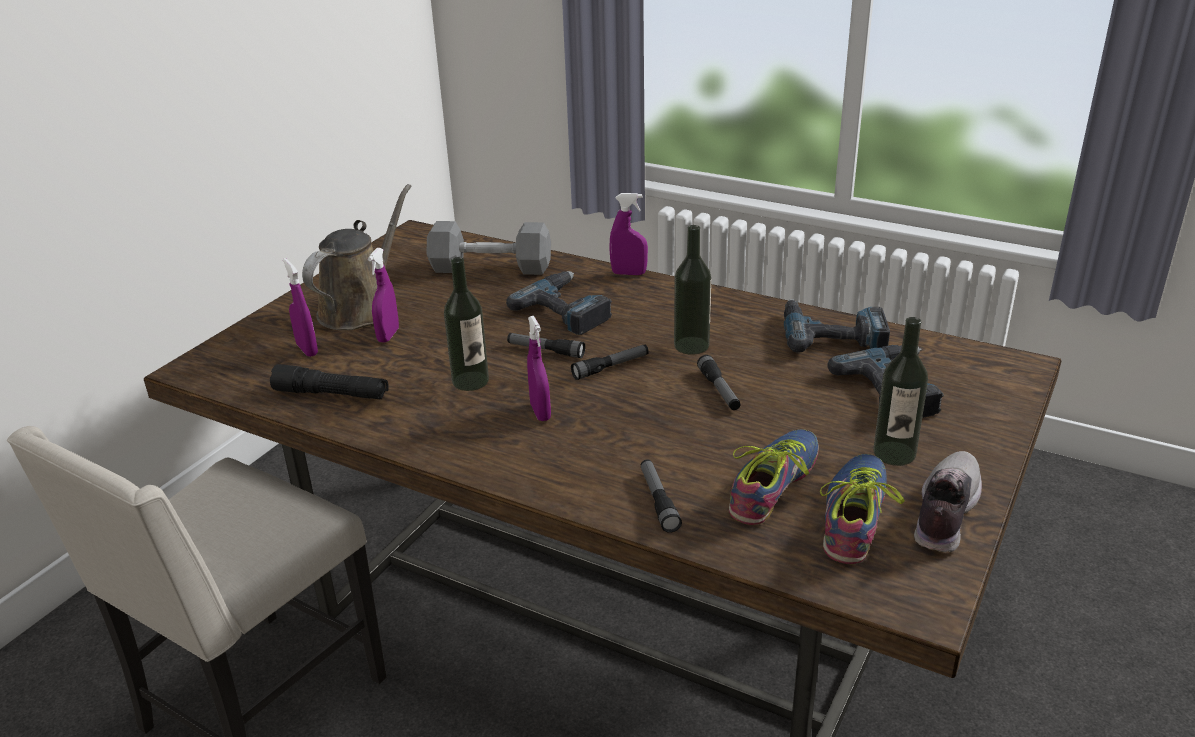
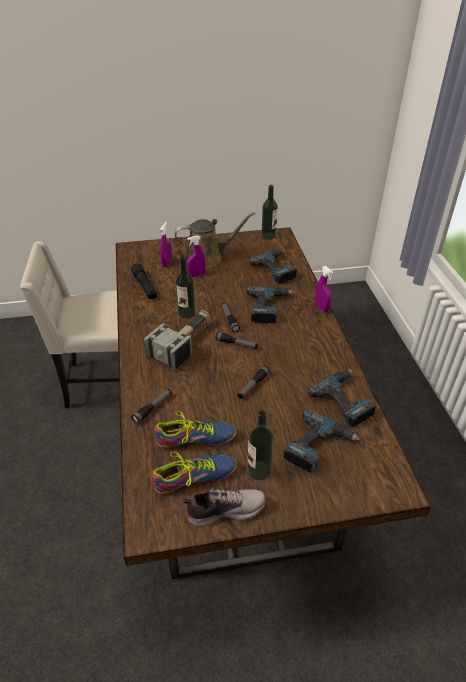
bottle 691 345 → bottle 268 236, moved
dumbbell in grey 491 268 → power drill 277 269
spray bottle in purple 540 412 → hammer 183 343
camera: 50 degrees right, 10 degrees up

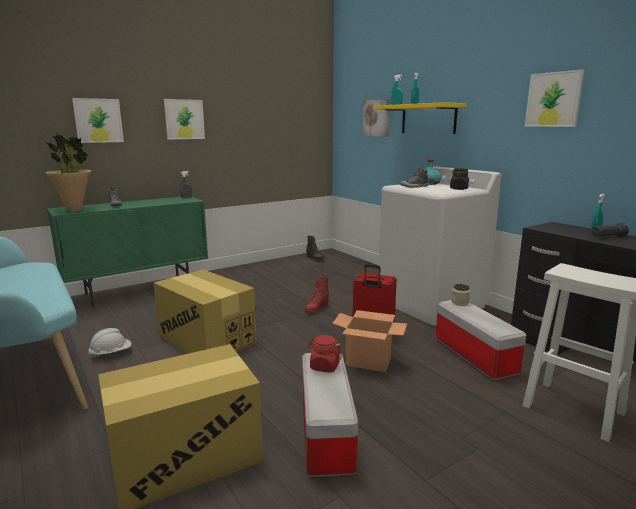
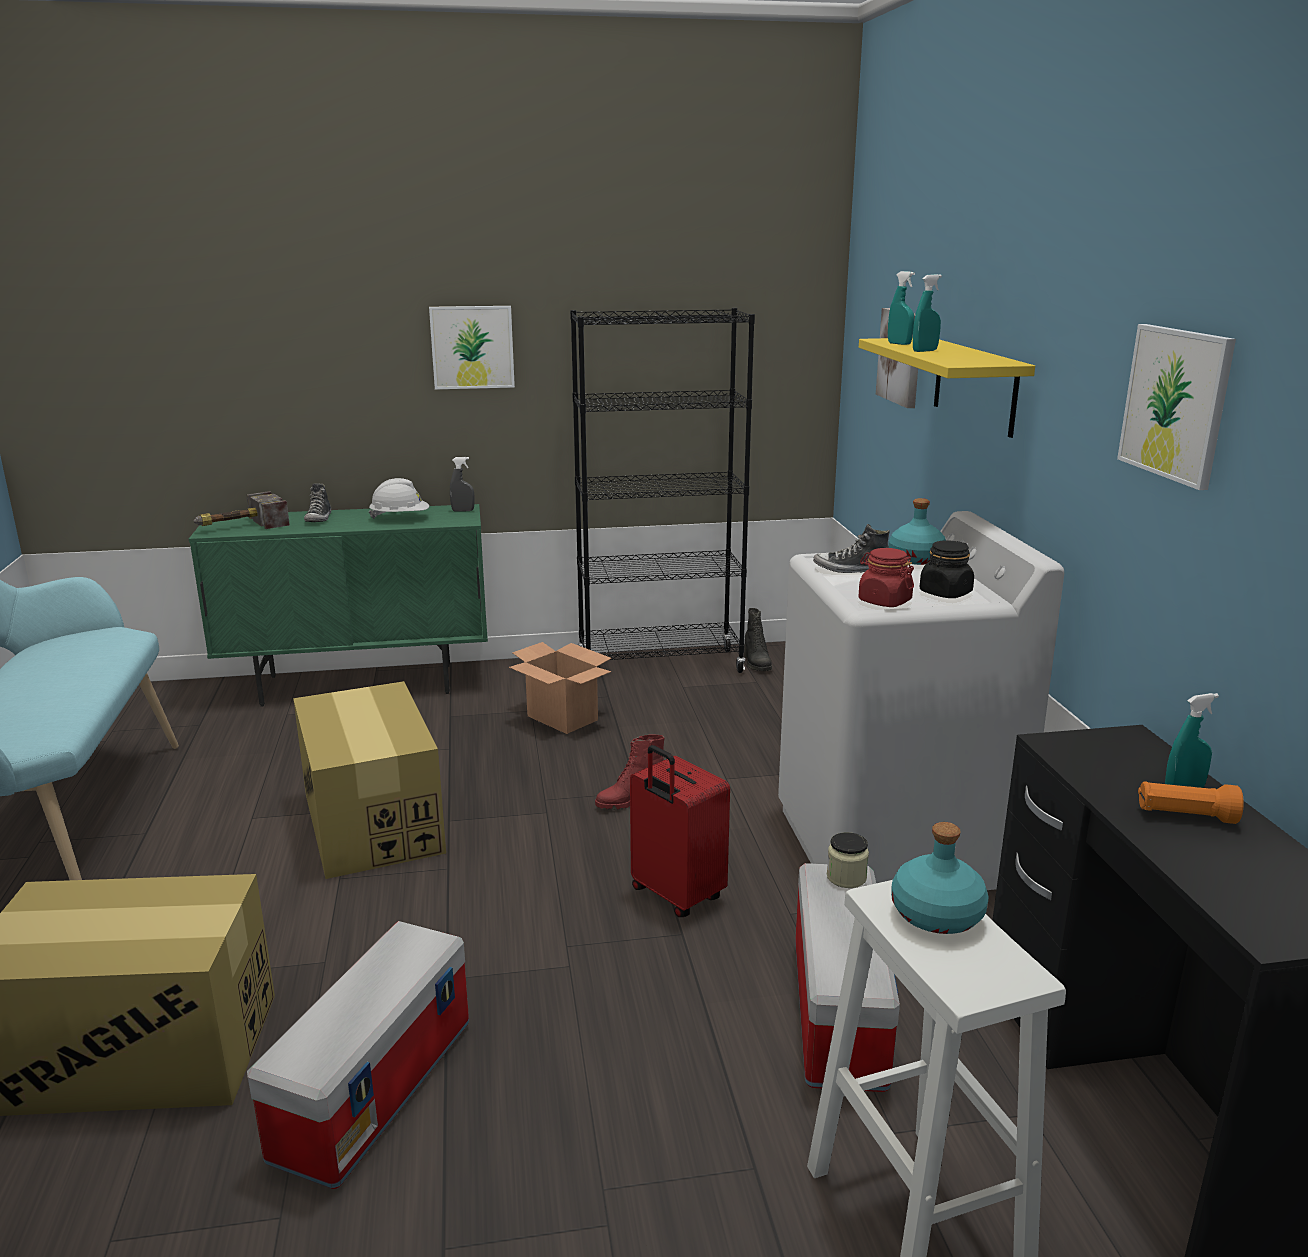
picture 98 120 → -
- → bookcase in black 660 666
- → bottle in turquoise 935 914
hard hat in white 111 353 → hard hat in white 400 518, moved
jar in red 324 366 → jar in red 884 601, moved
cardboard box 369 361 → cardboard box 563 718, moved
potted plant 75 210 → hammer 239 526
flashlight in black 608 237 → flashlight in orange 1185 816
camera: 25 degrees right, 5 degrees up

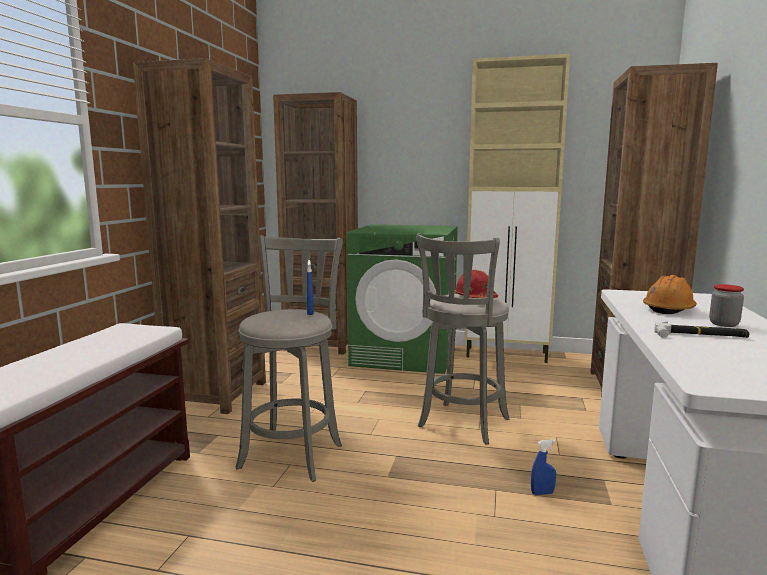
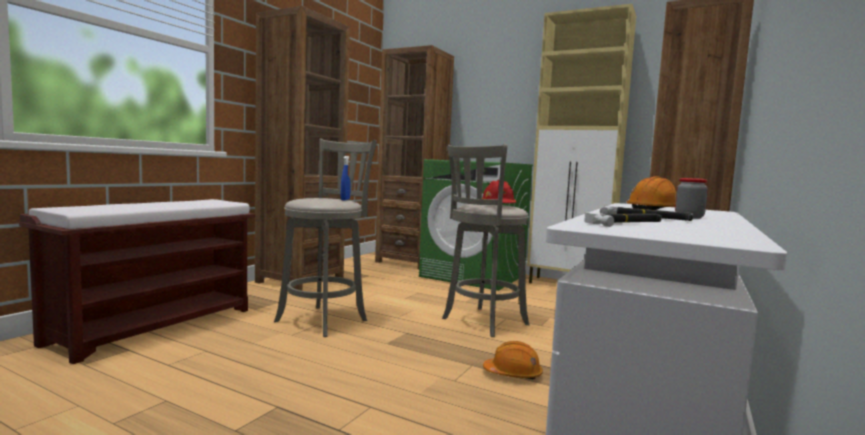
- → hammer 625 223
spray bottle in blue 542 493 → hard hat in orange 513 374
camera: 15 degrees right, 5 degrees down

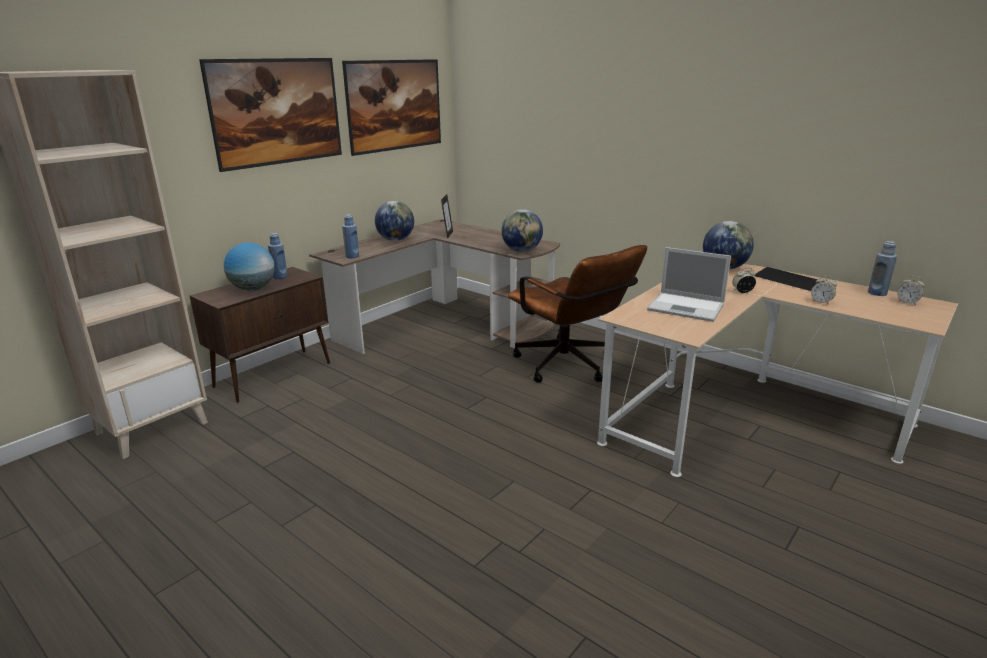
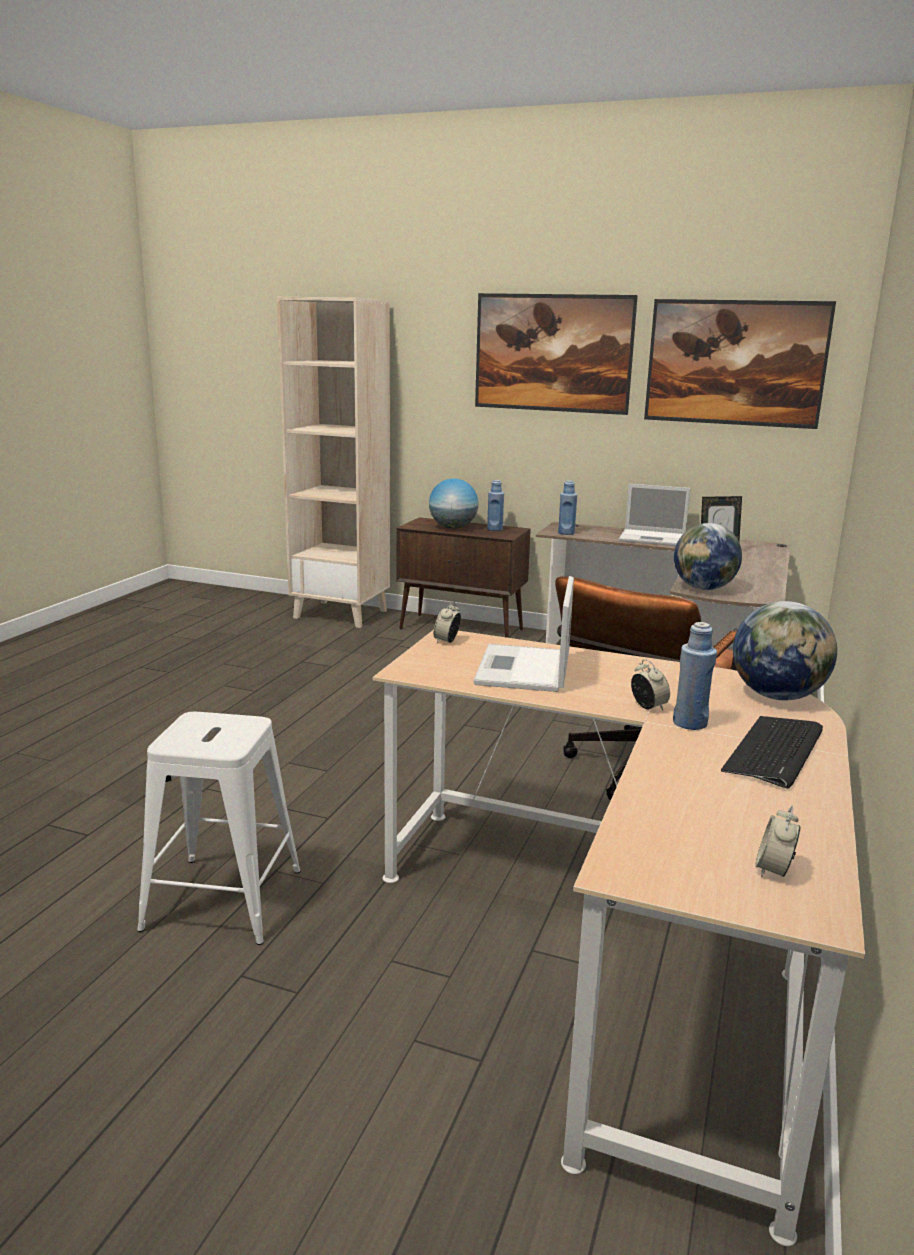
- → stool in white 223 900
alarm clock 821 302 → alarm clock 447 641, moved
bottle in blue 877 293 → bottle in blue 690 723, moved
globe 395 240 → laptop 654 538
camera: 70 degrees right, 5 degrees down

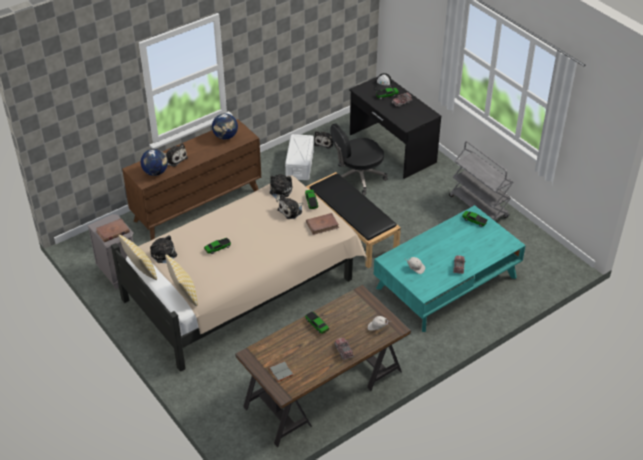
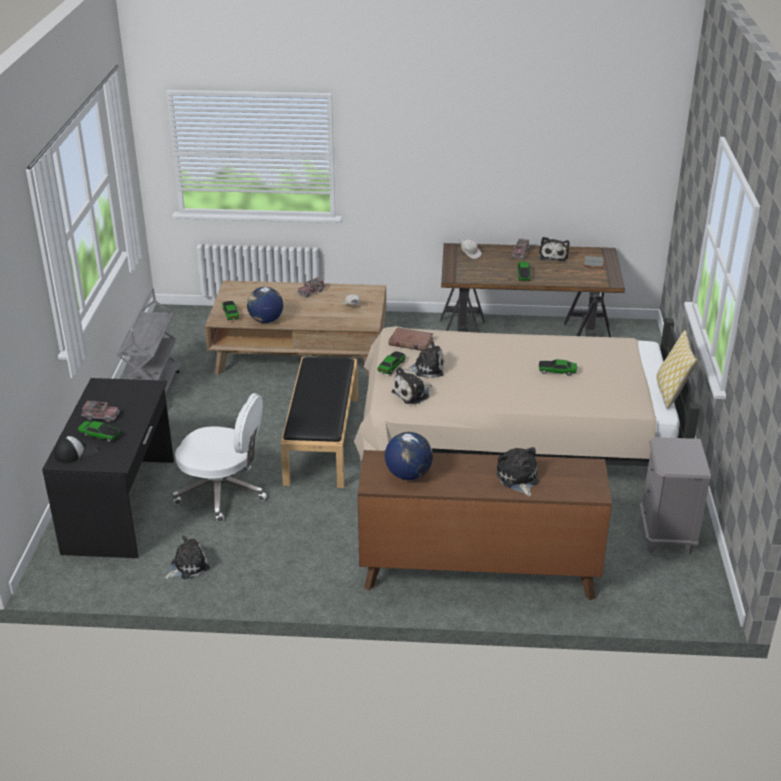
book in brown 113 232 → -
pillow 184 294 → -
storage box in white 300 164 → -
globe 155 172 → globe 266 320, moved
plush toy 164 255 → plush toy 553 256, moved
office chair in black 357 177 → office chair in white 223 492
coffee table in turquoise 447 282 → coffee table in brown 300 352
camera: 140 degrees left, 10 degrees down

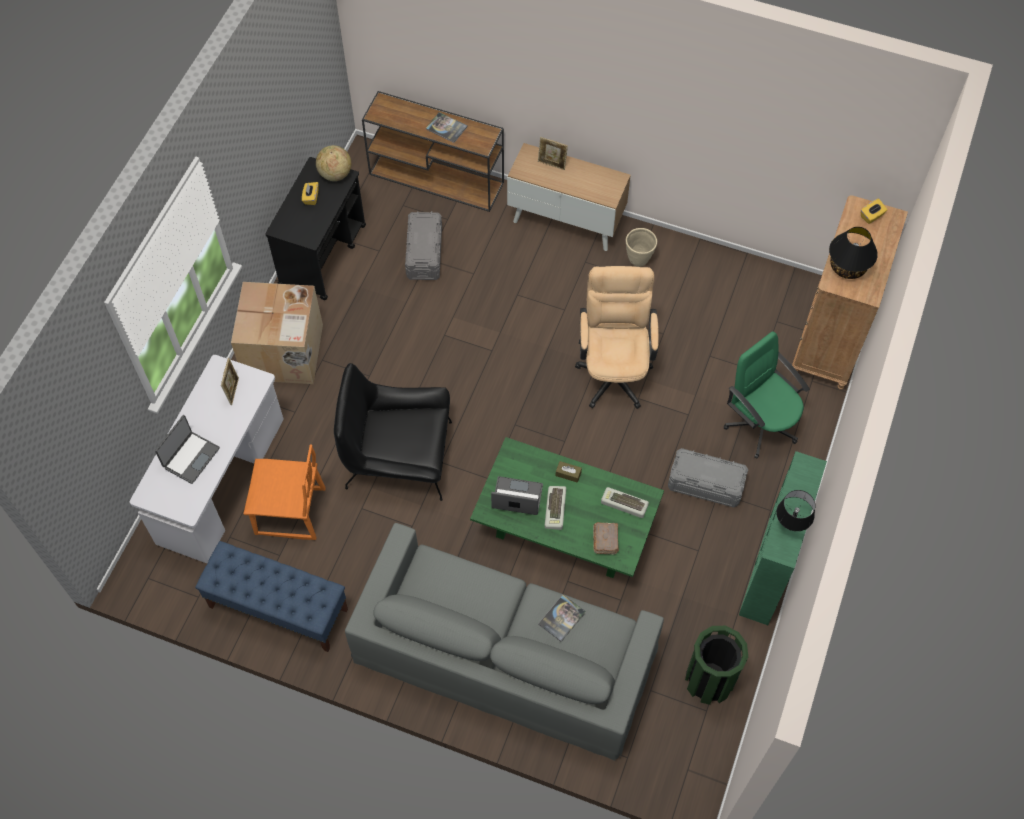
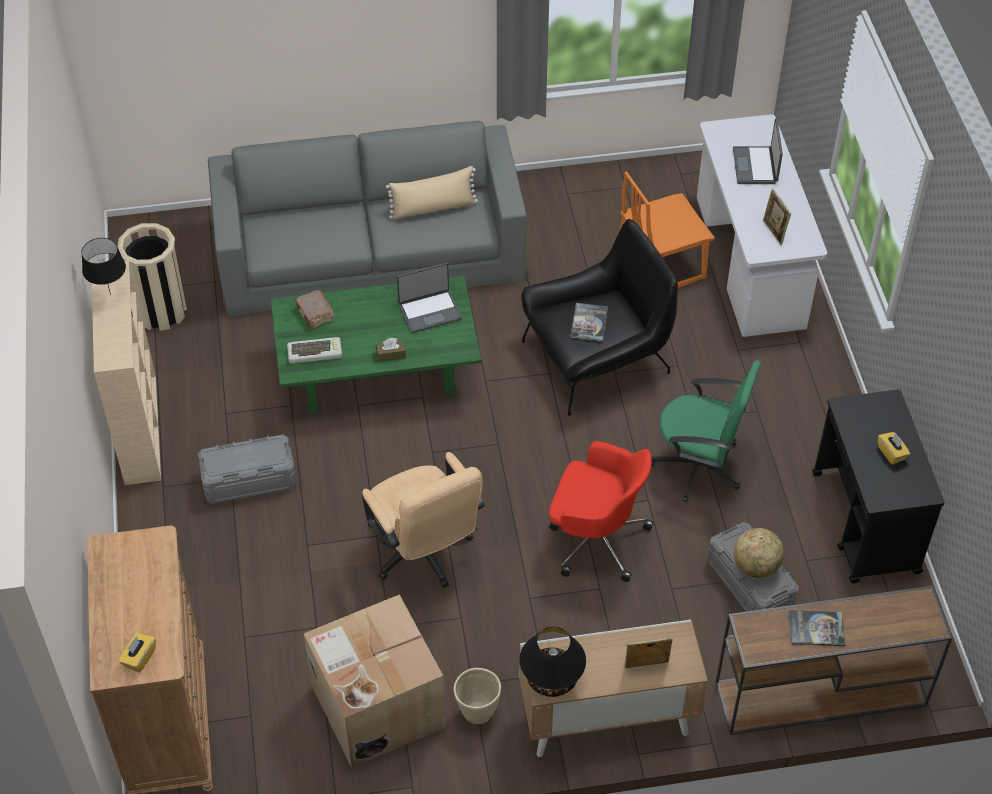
bench in blue 278 608 → -
keyboard 556 509 → -
- → pillow in beige 433 208
- → office chair in red 595 538
cardboard box 284 353 → cardboard box 376 706, moved
globe 335 174 → globe 756 566, moved
book 562 618 → book 589 322, moved
office chair in green 760 424 → office chair in green 699 466, moved
table lamp in black 847 266 → table lamp in black 552 679, moved
trash can in green 709 681 → trash can in beige 160 311
bookcase in green 769 570 → bookcase in beige 140 428
camera: 150 degrees right, 10 degrees down

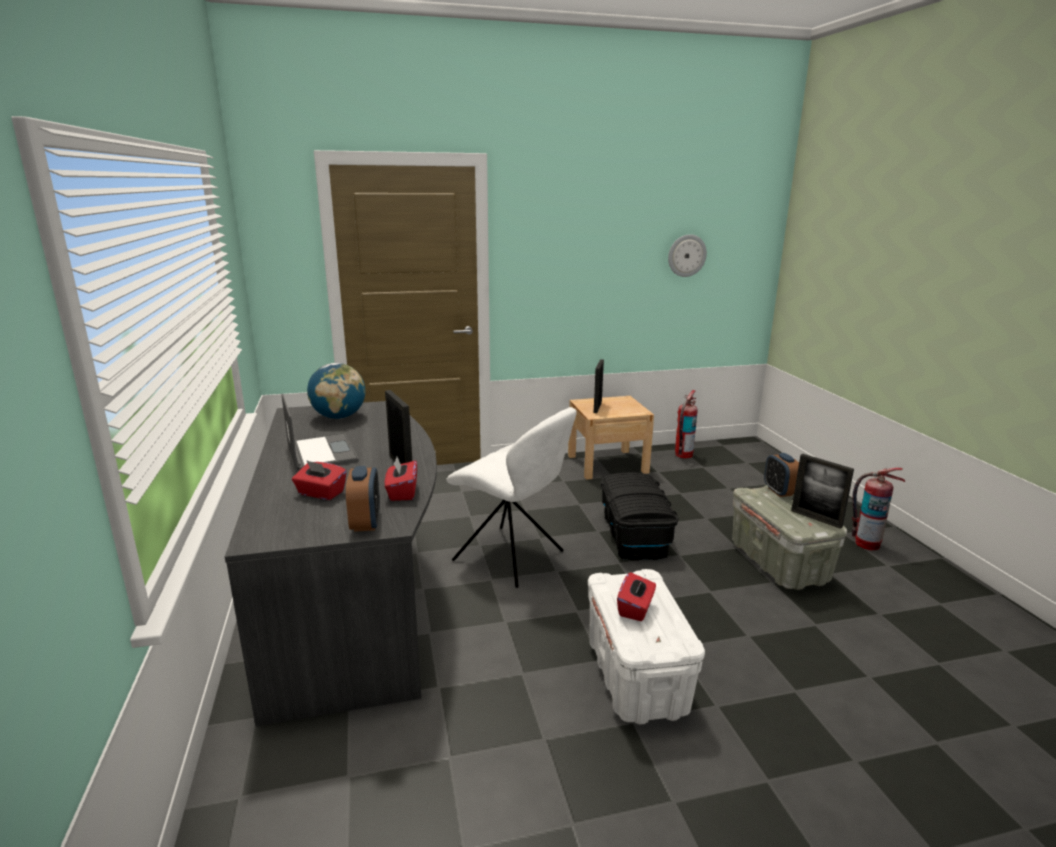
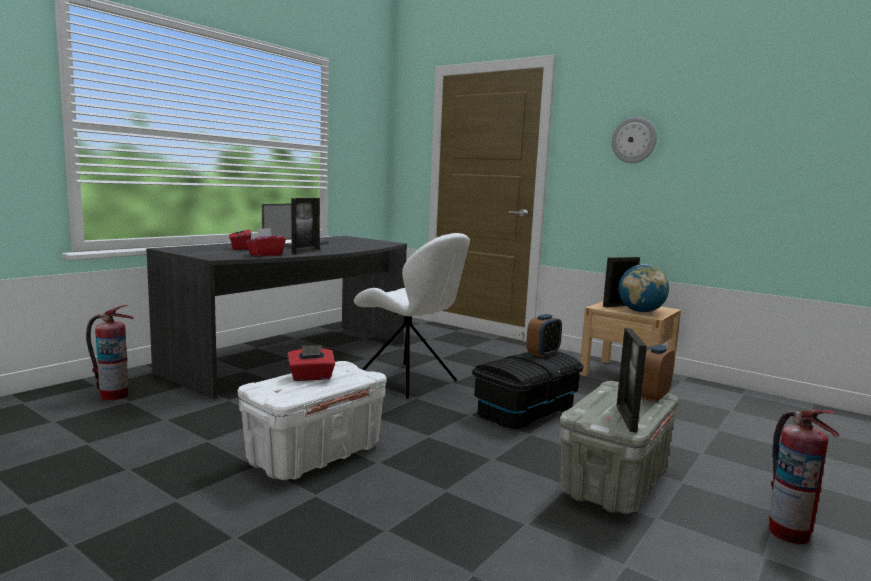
globe 339 417 → globe 641 311, moved
alarm clock 366 523 → alarm clock 543 354, moved
wall clock 686 255 → wall clock 634 140, moved
fire extinguisher 683 455 → fire extinguisher 114 395, moved
chair in white 511 557 → chair in white 408 381, 45 degrees counterclockwise
camera: 50 degrees right, 10 degrees down

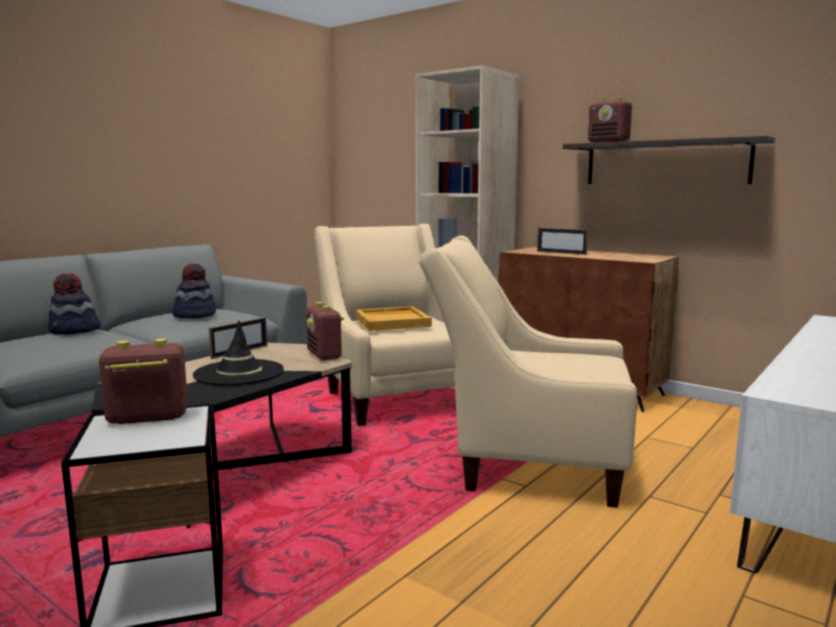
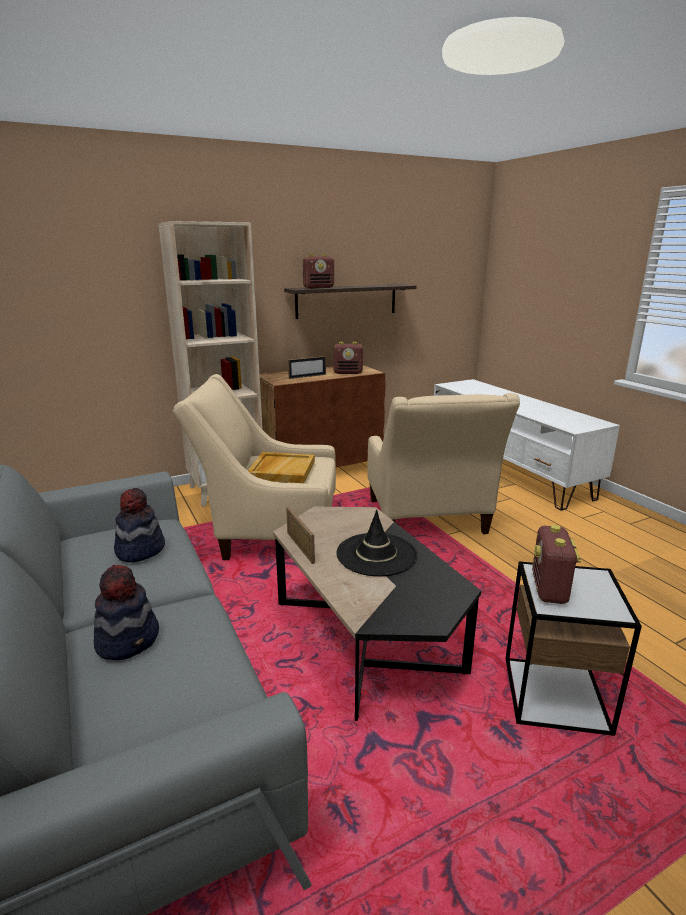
radio 324 355 → radio 348 372, moved
armchair in beige 526 462 → armchair in beige 428 521, 45 degrees counterclockwise
camera: 65 degrees left, 10 degrees up

